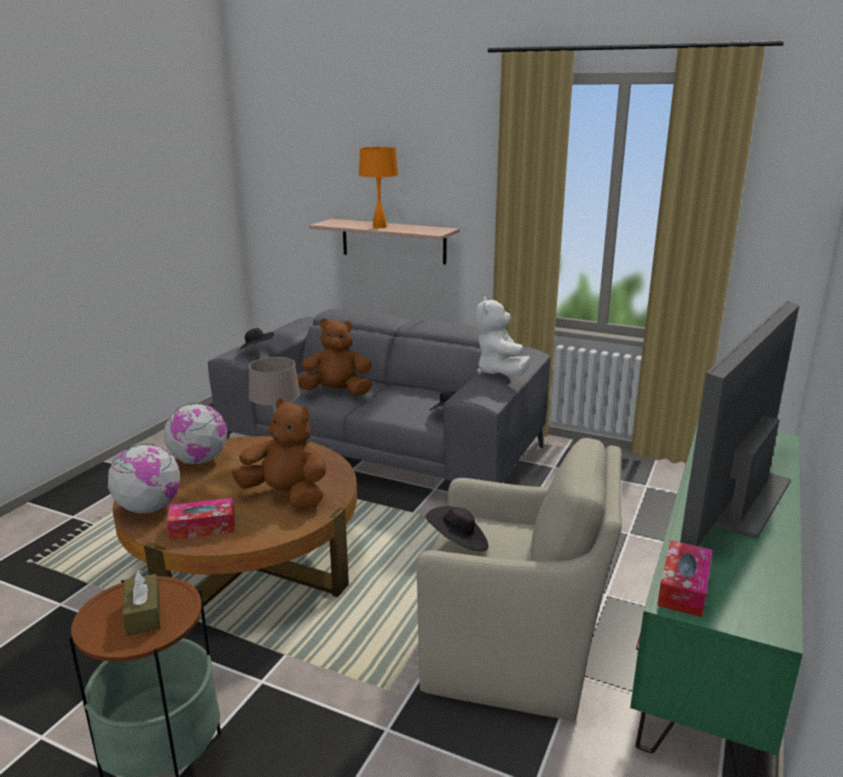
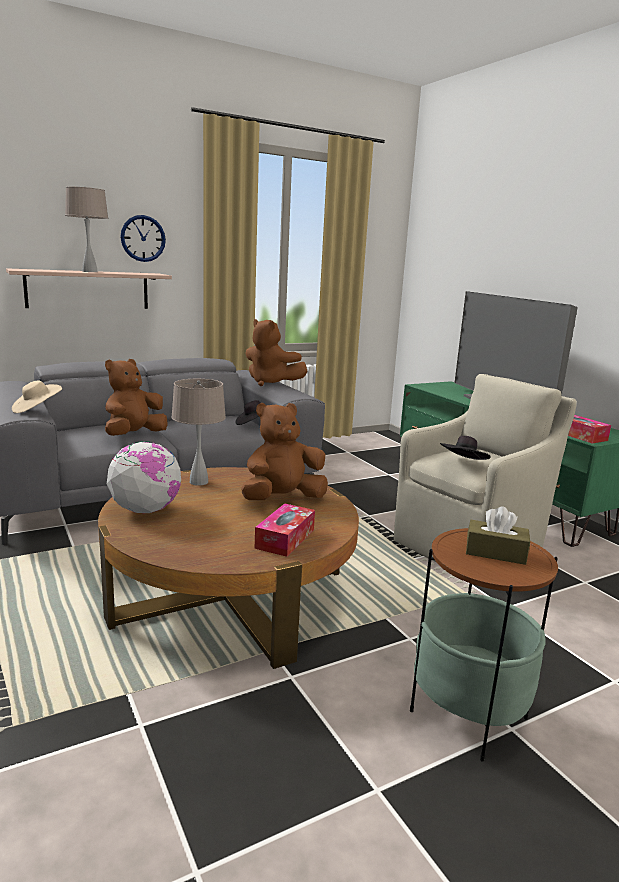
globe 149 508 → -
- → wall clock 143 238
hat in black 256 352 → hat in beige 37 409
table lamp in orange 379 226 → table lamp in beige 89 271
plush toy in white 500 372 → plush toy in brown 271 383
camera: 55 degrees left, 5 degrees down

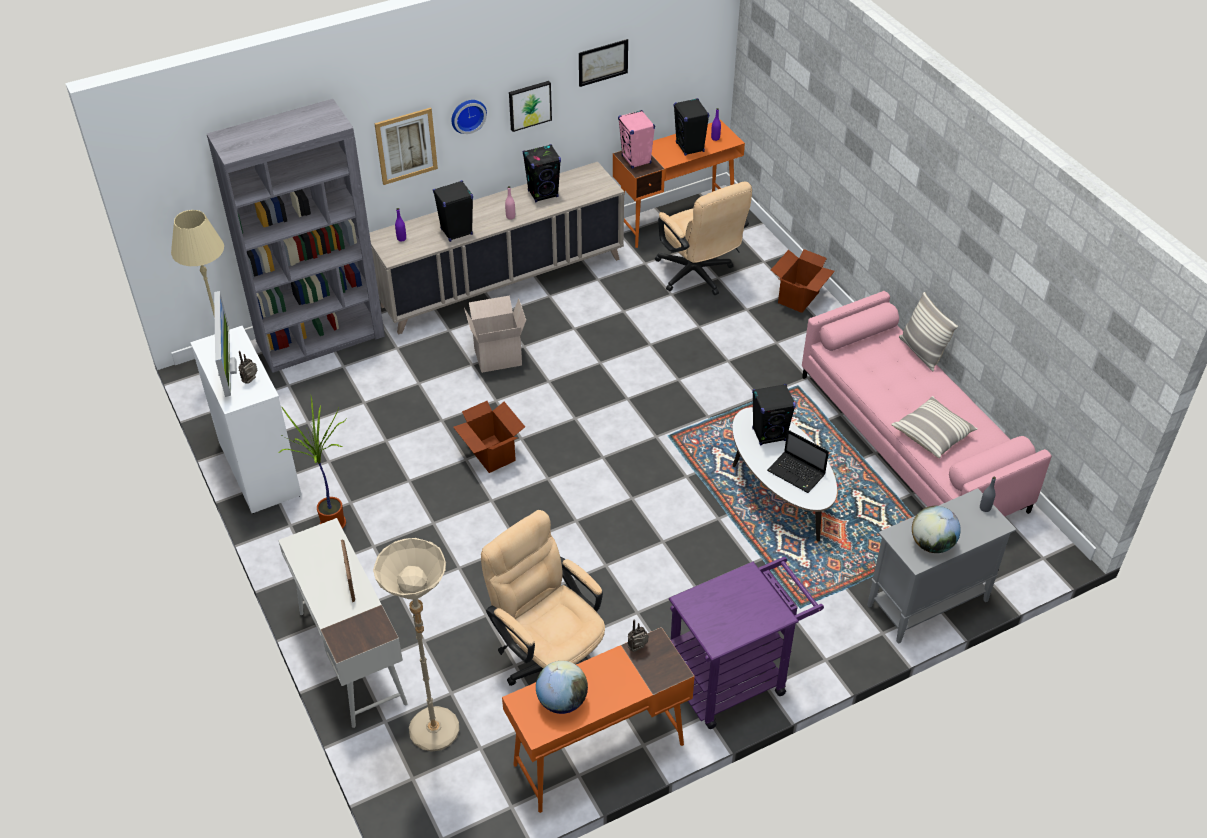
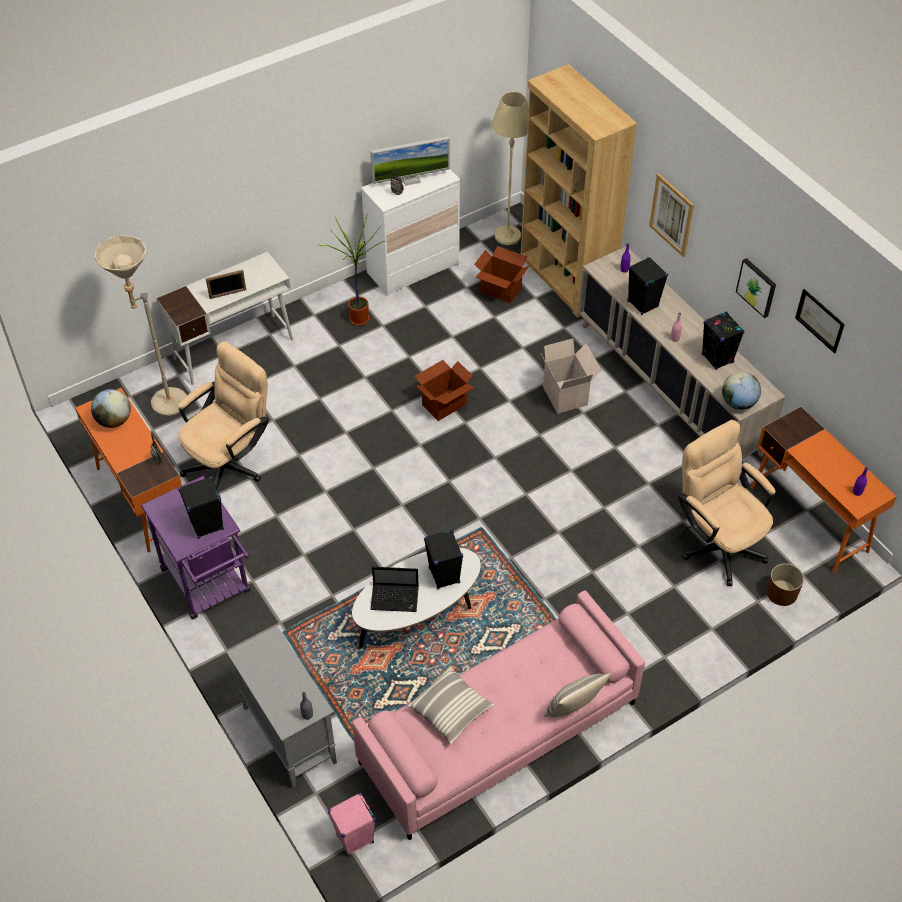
wall clock 467 115 → -
- → planter in brown 782 593
speaker in pink 636 160 → speaker in pink 354 839, moved
speaker in black 690 147 → speaker in black 206 525, moved
cardboard box 799 297 → cardboard box 500 290, moved
globe 932 544 → globe 738 403, moved
bookcase in grey 321 339 → bookcase in brown 566 279
office chair in beige 698 276 → office chair in beige 717 542, 90 degrees clockwise
laptop 797 473 → laptop 396 598, 120 degrees counterclockwise
camera: 85 degrees right, 5 degrees up

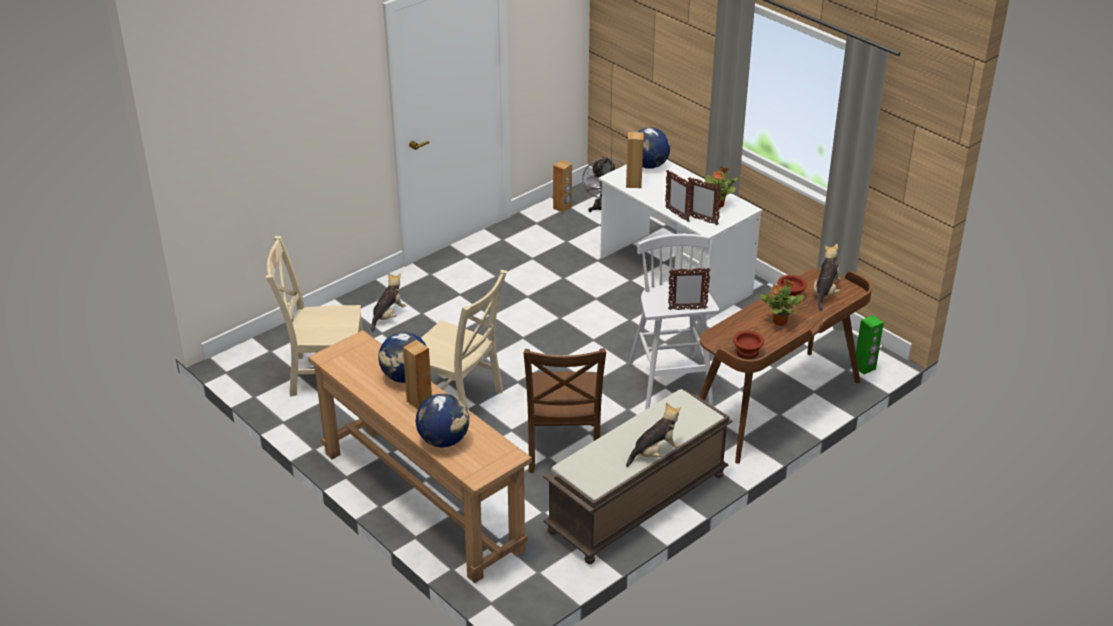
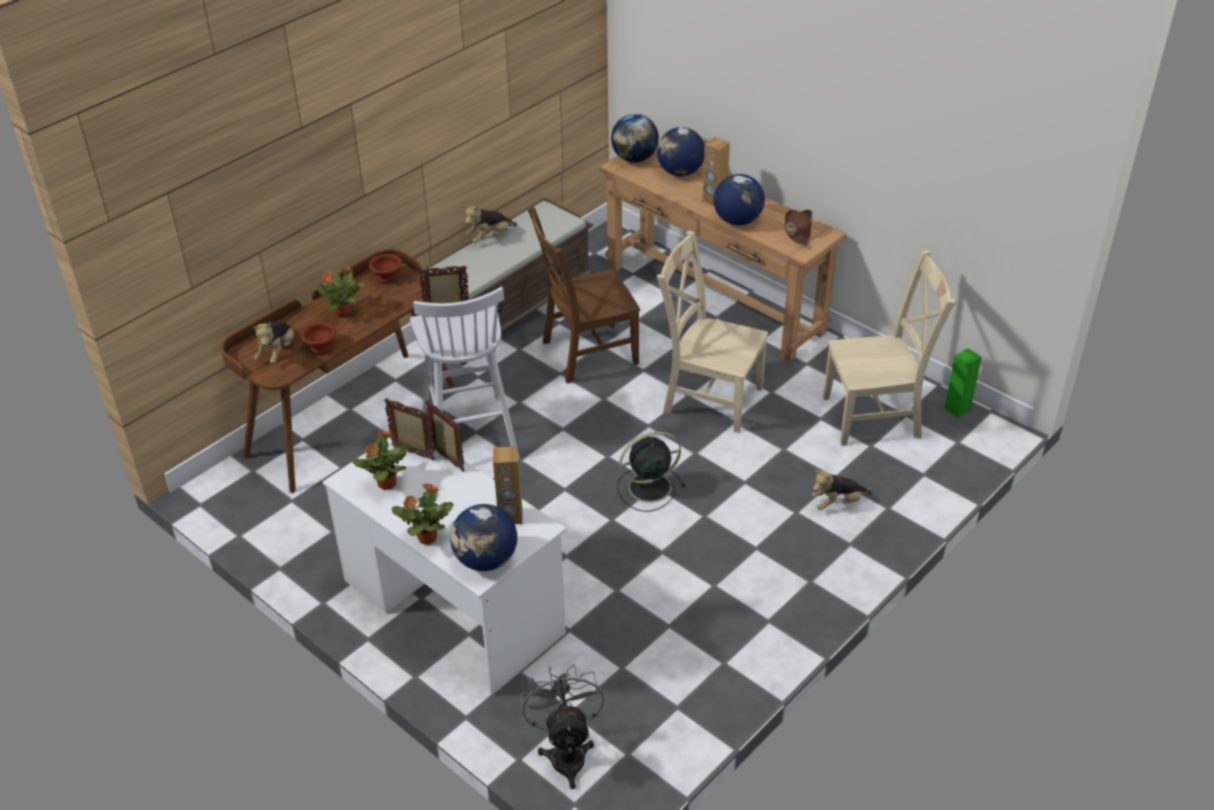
speaker in brown 562 208 → -
- → potted plant 426 538
- → globe 635 159
- → fan in black 647 488
- → hat in brown 797 231
speaker in green 865 368 → speaker in green 957 409, moved
plush toy 388 316 → plush toy 837 503, 45 degrees clockwise
chair in brown 563 450 → chair in brown 585 353, 105 degrees counterclockwise
camera: 175 degrees right, 5 degrees up

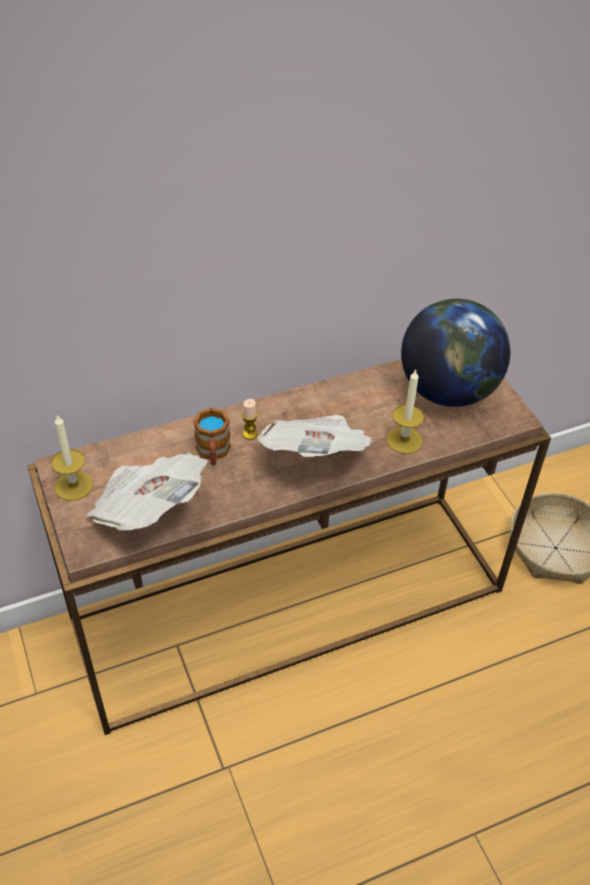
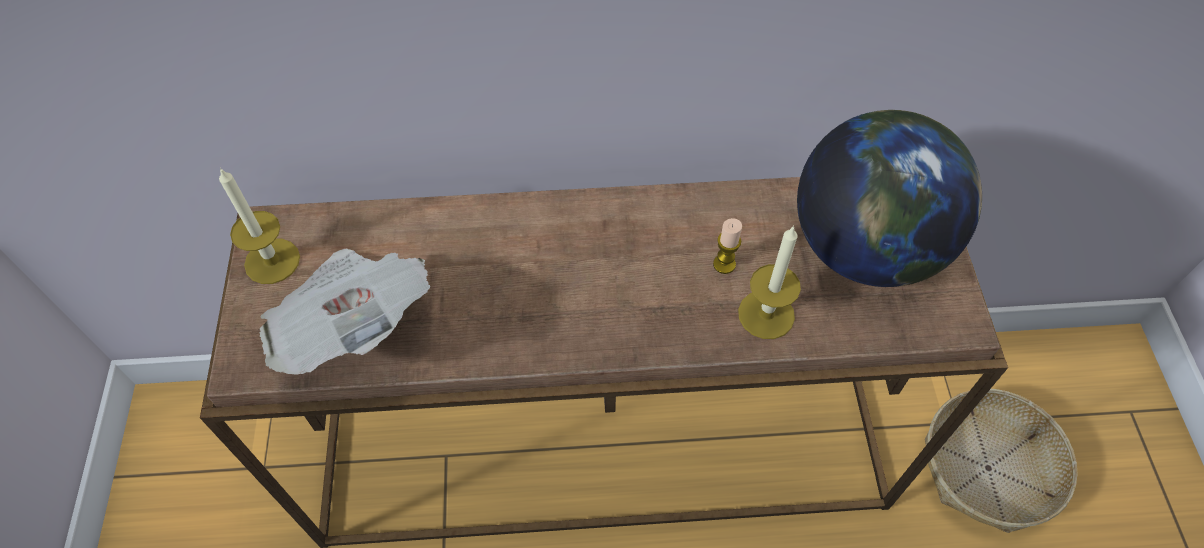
mug 213 453 → -
newspaper 315 455 → -
candle 250 434 → candle 724 264, moved
camera: 20 degrees right, 10 degrees up

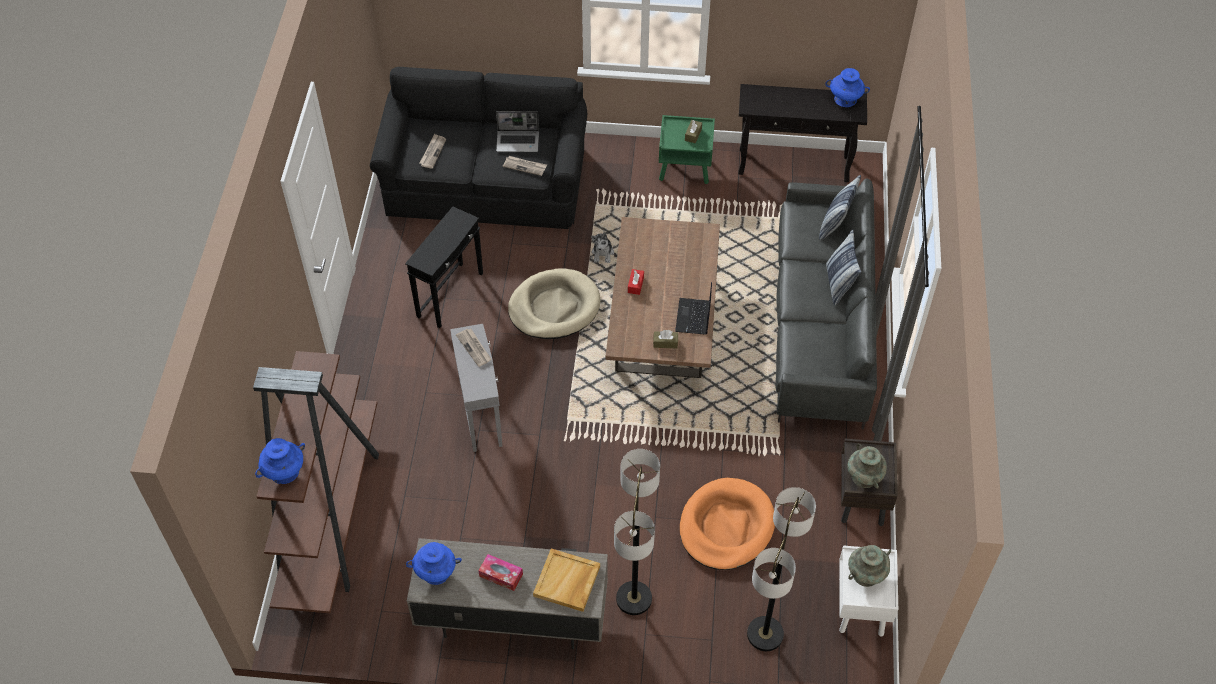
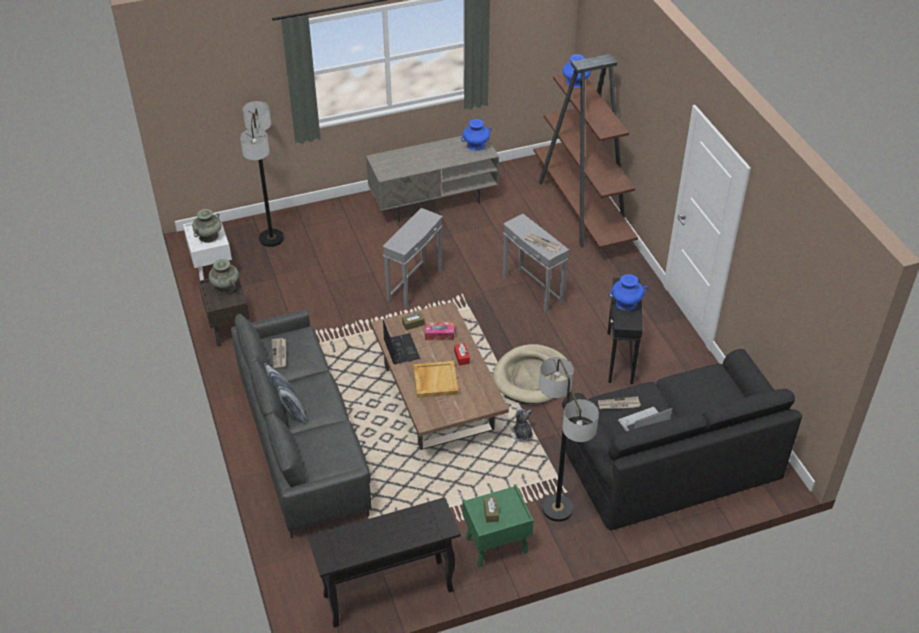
dog bed in orange 726 526 → -
pillow 835 224 → -
- → side table in grey 415 285
newspaper 433 152 → newspaper 279 354, moved
tissue box 501 575 → tissue box 439 334, moved
tray in beige 567 582 → tray in beige 435 380, moved
floor lamp 634 598 → floor lamp 557 509, moved
vase in blue 845 99 → vase in blue 626 303, moved
camera: 155 degrees right, 10 degrees down

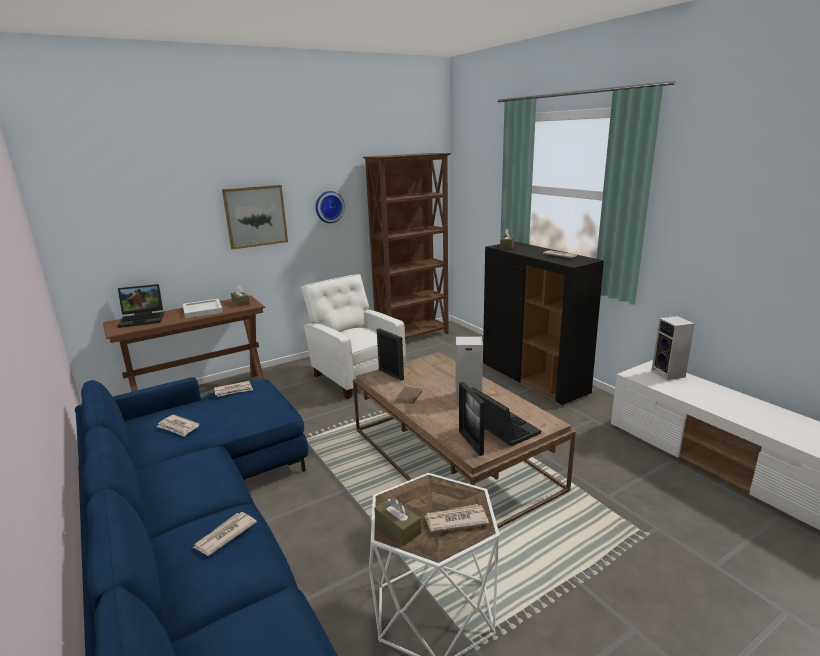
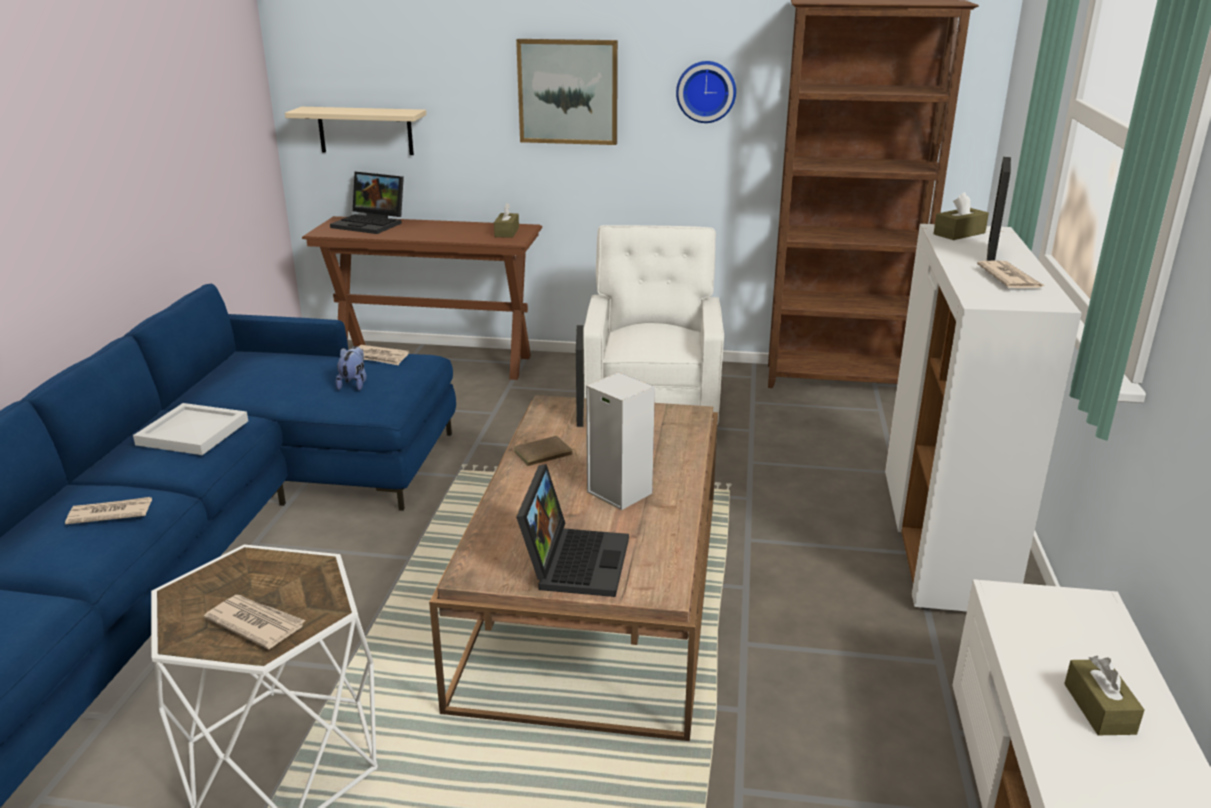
newspaper 178 427 → -
speaker 669 374 → -
- → shelf in beige 365 130
- → plush toy 354 384
tray in white 202 310 → tray in white 191 433, moved
tissue box in brown 397 528 → tissue box in brown 1099 708, moved
picture frame 470 443 → picture frame 991 254, moved
cabinet in black 534 379 → cabinet in white 943 541
camera: 40 degrees right, 5 degrees up

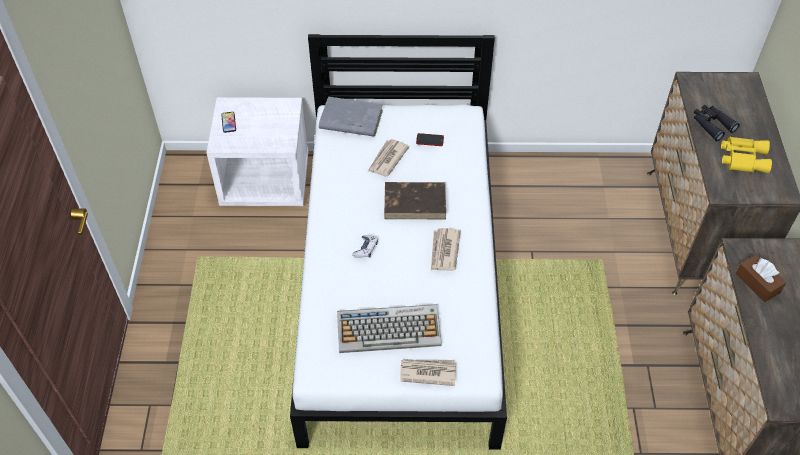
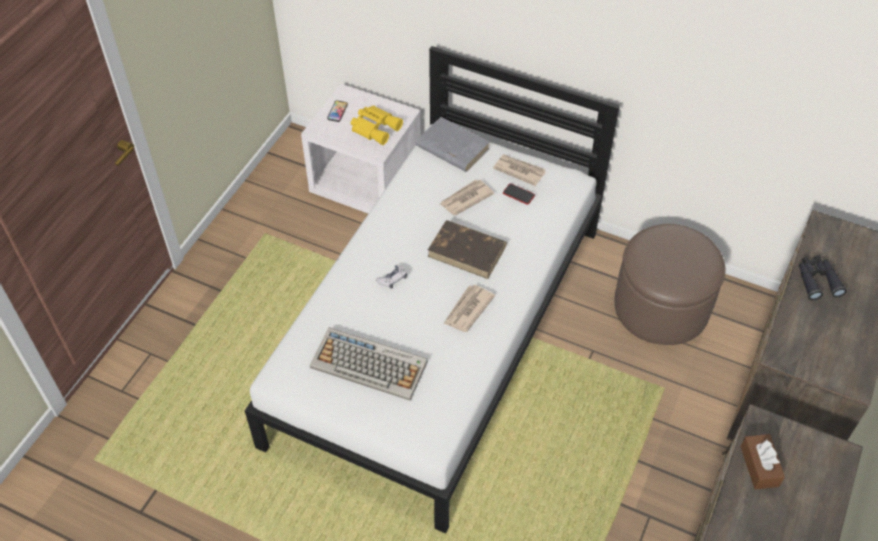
- → ottoman in brown 661 306
newspaper 427 372 → newspaper 519 170, moved
binoculars in yellow 742 158 → binoculars in yellow 375 127, moved
camera: 25 degrees right, 0 degrees up

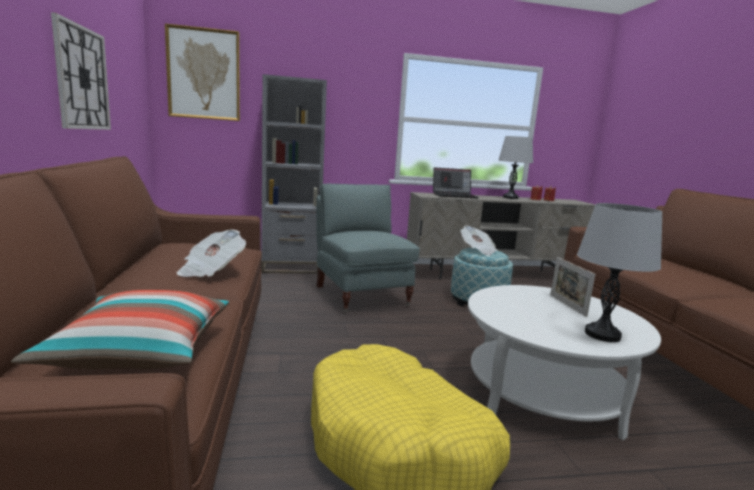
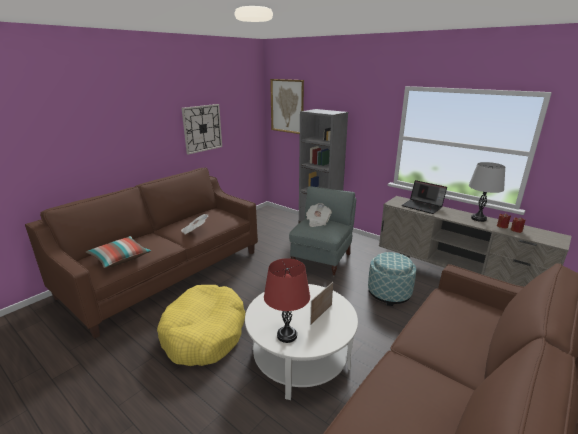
newspaper 477 250 → newspaper 317 222, moved
table lamp in grey 602 335 → table lamp in red 287 335
camera: 50 degrees right, 10 degrees up

